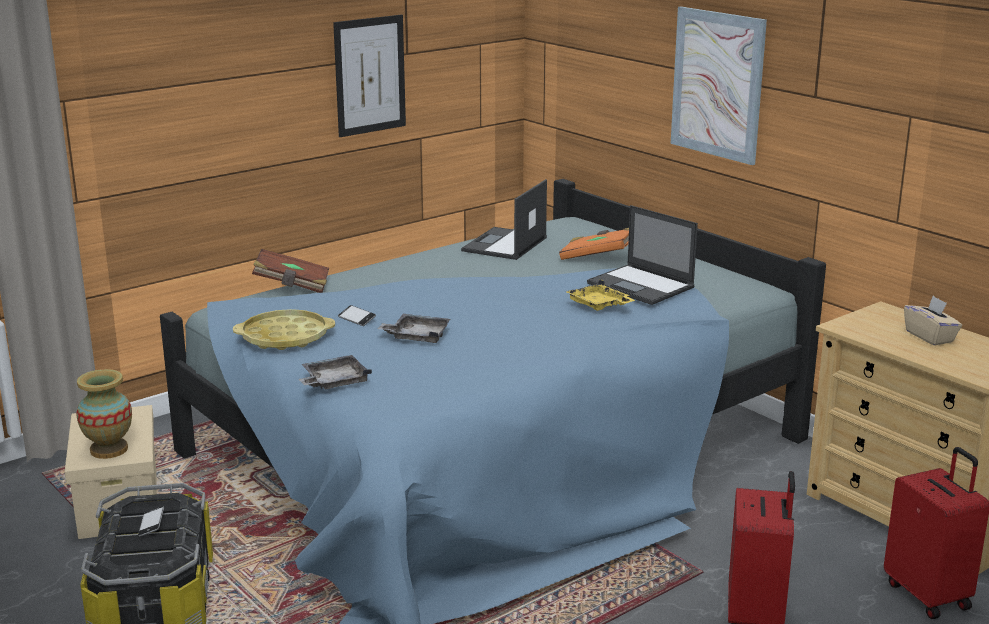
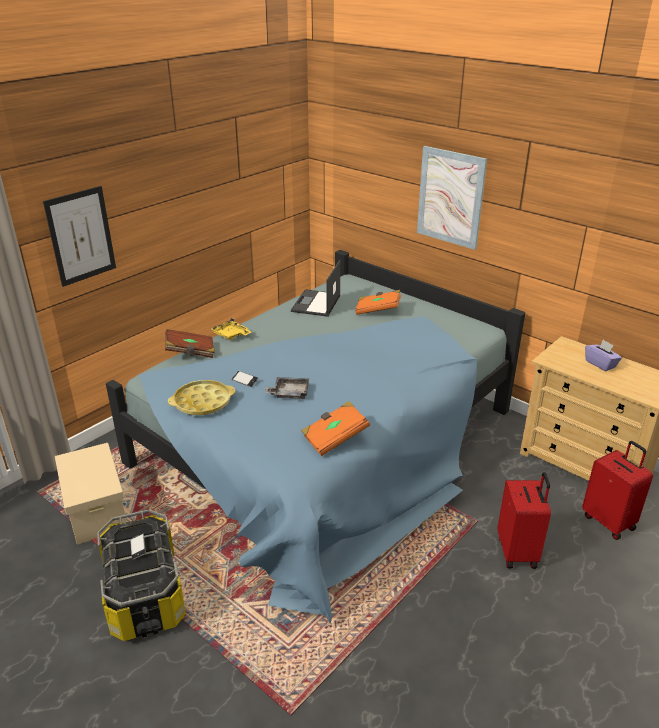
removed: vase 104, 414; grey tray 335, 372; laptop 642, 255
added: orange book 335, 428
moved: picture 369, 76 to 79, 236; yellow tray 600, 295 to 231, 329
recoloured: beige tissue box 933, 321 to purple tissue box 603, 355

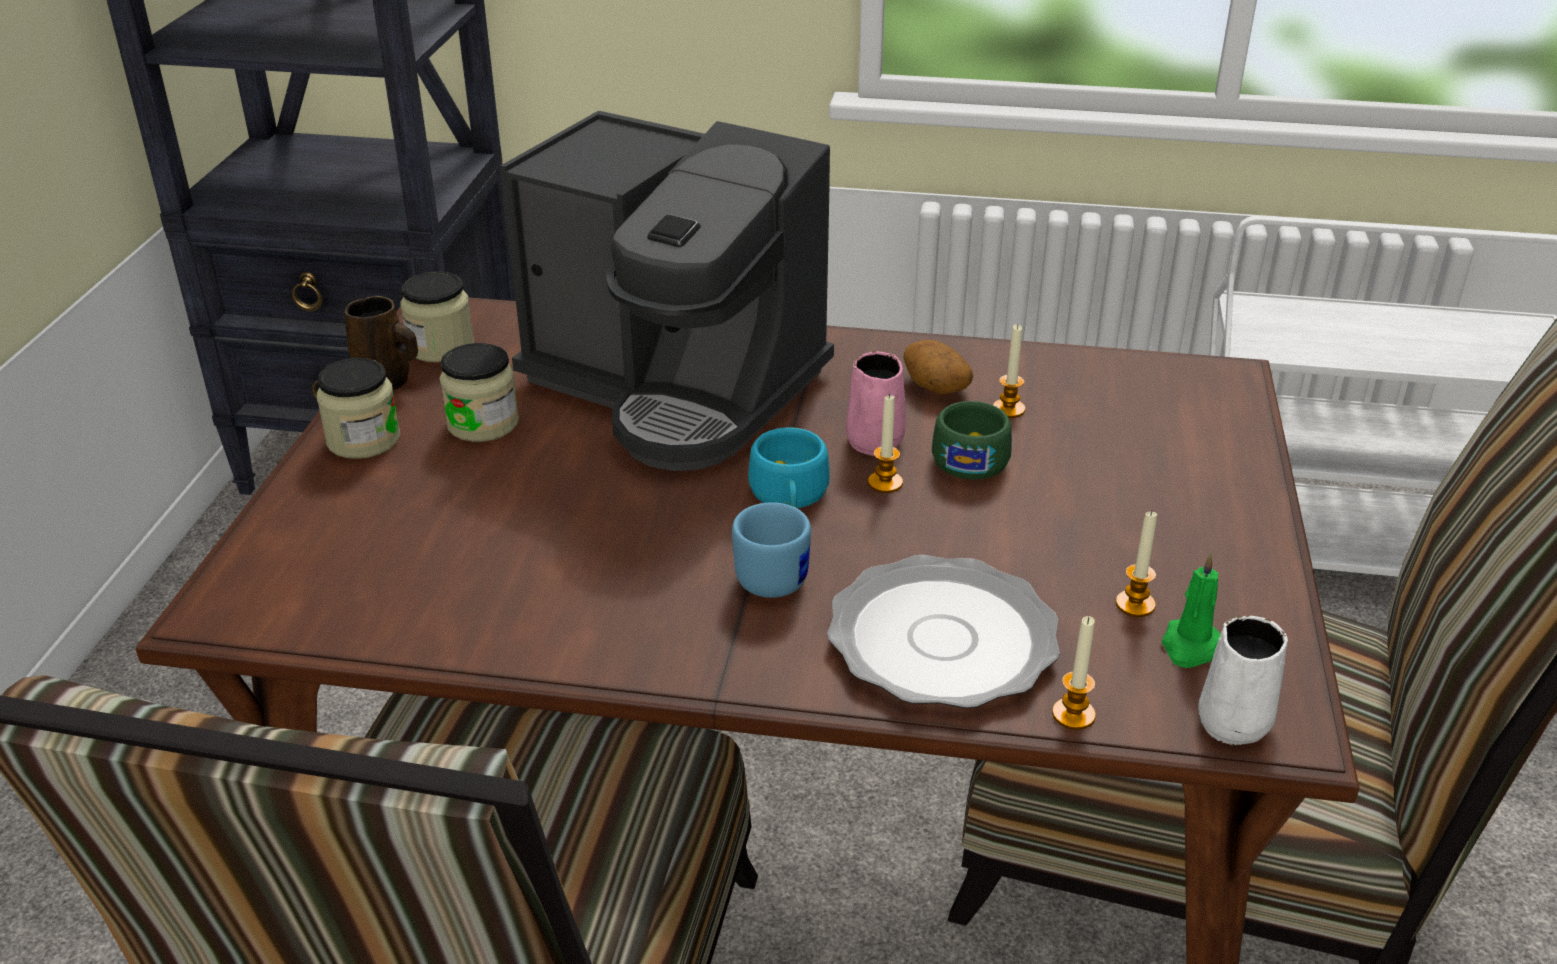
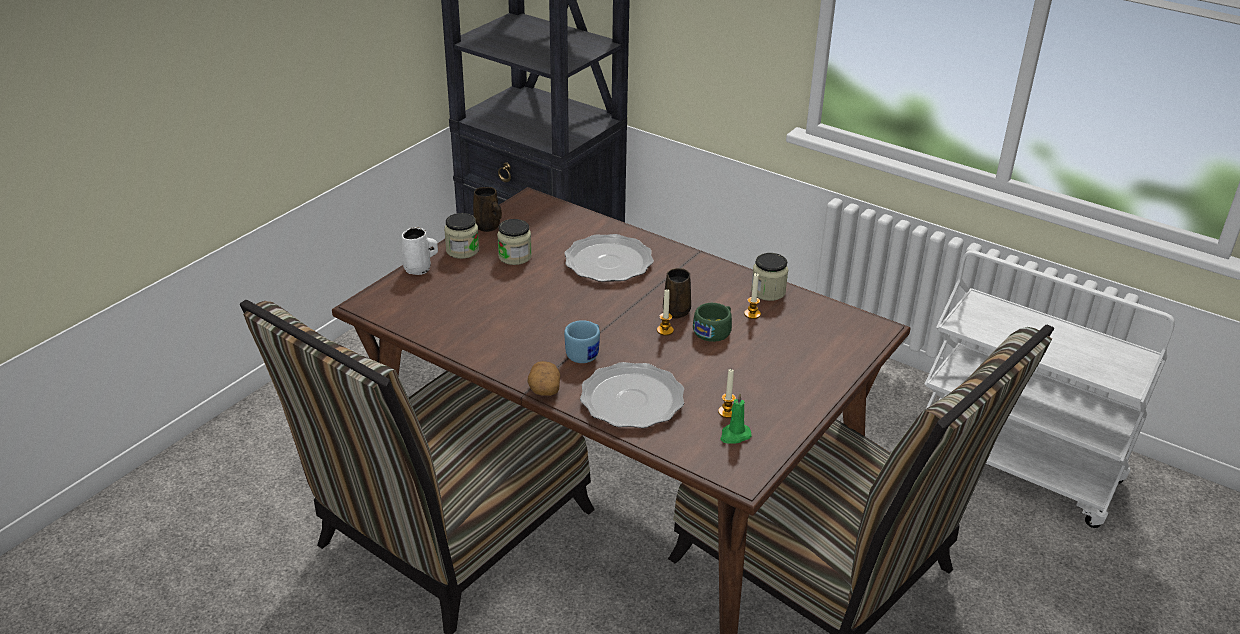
removed: turquoise cup 789, 467; candle 1074, 673
moved: jar 437, 317 to 769, 277; potato 938, 367 to 544, 378; white mug 1243, 680 to 420, 251
replaced: coffee machine 667, 291 to plate 609, 258
recoloured: pink mug 876, 403 to brown mug 677, 293

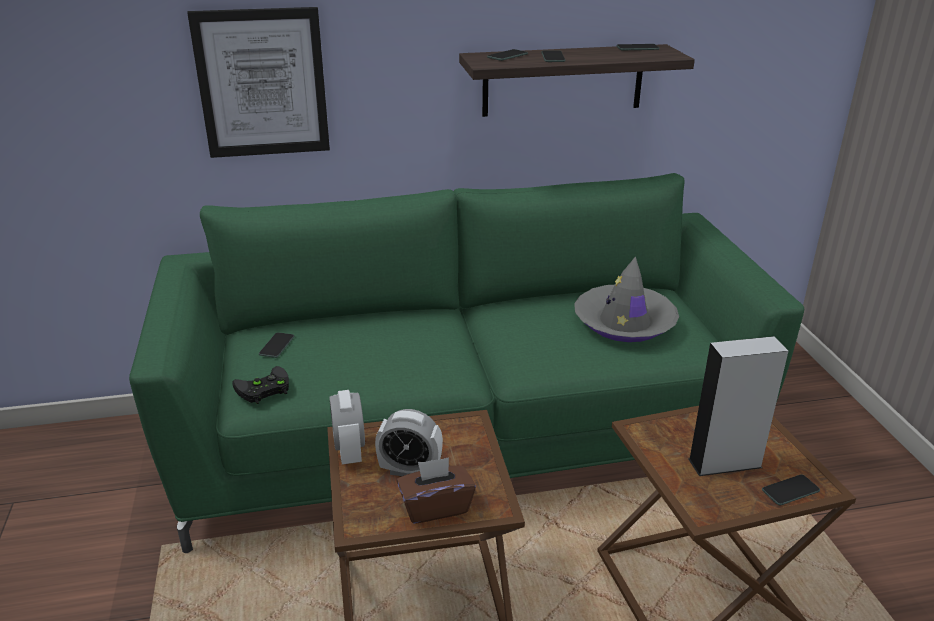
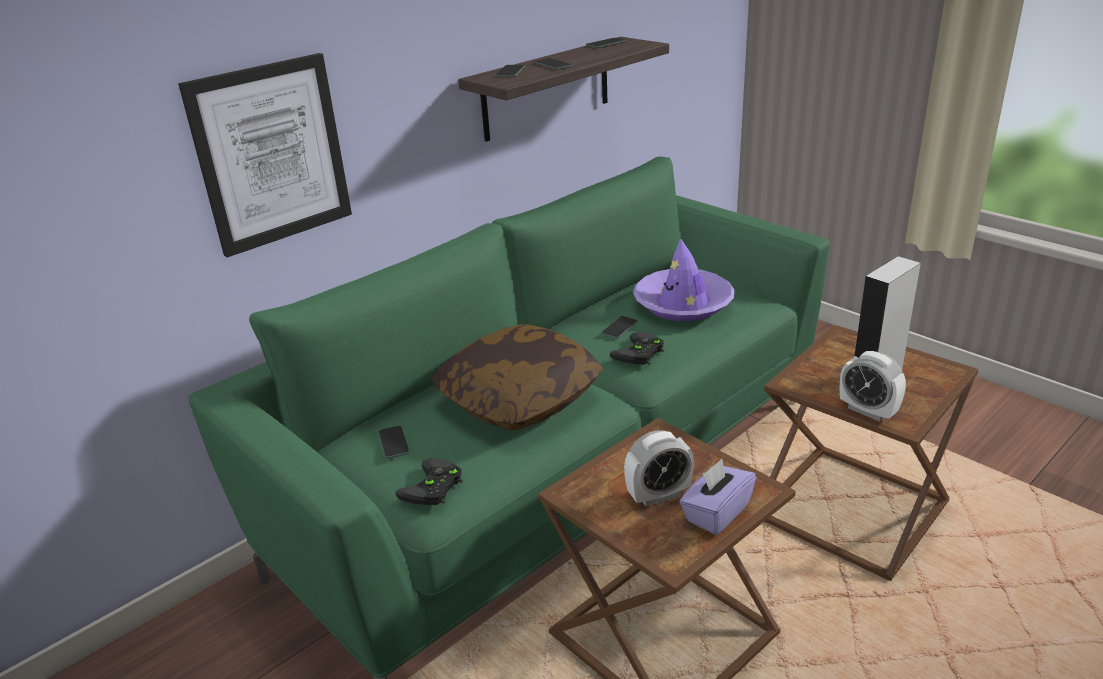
added: pillow 517, 377; black game controller 637, 348
moved: alarm clock 347, 427 to 873, 386; phone 791, 489 to 619, 327
recoloured: brown tissue box 436, 490 to purple tissue box 718, 497; grey hat 626, 299 to purple hat 684, 279

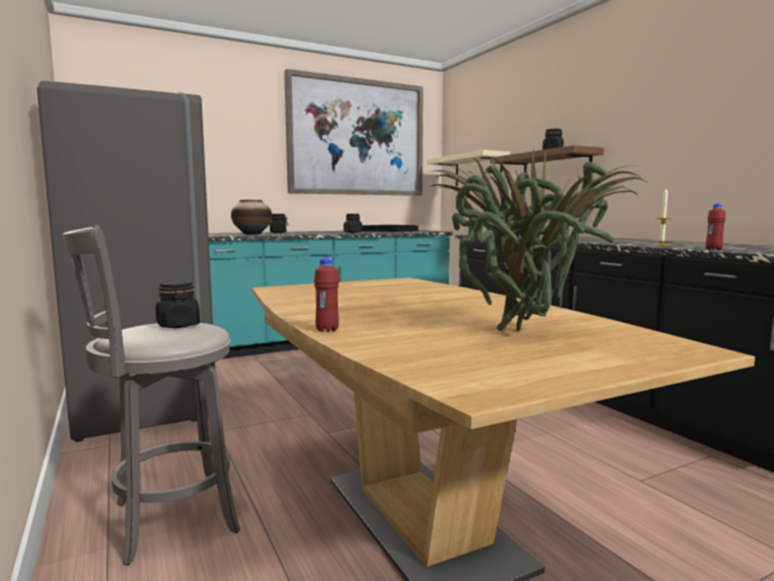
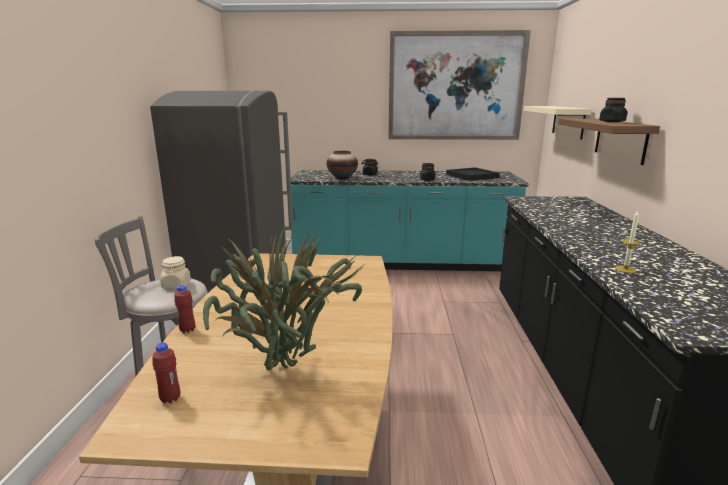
moved: red bottle 716, 226 to 166, 373
recoloured: black jar 178, 304 to beige jar 175, 272

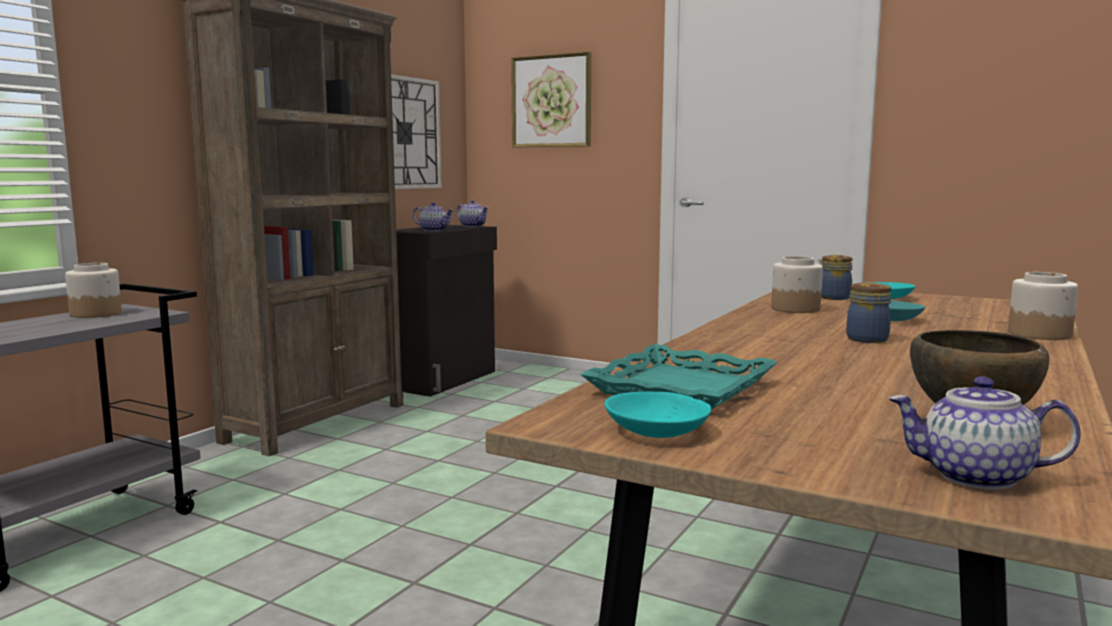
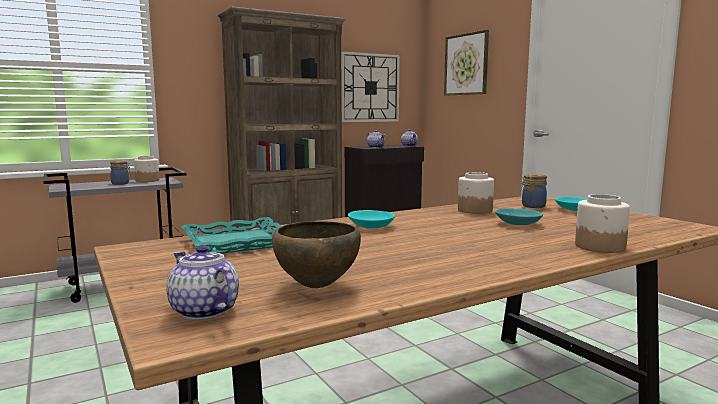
moved: turquoise bowl 657, 415 to 371, 219; jar 868, 312 to 120, 173

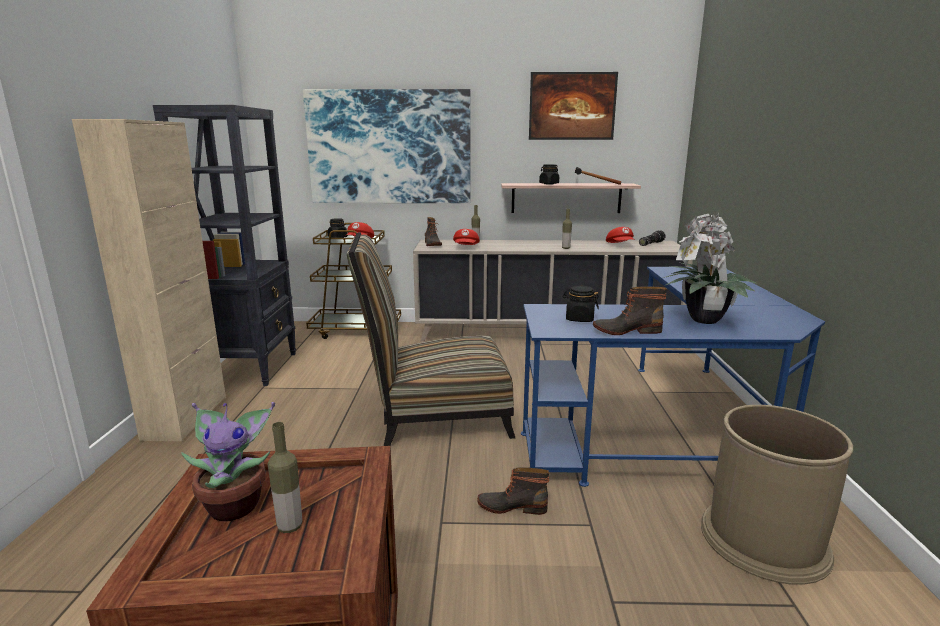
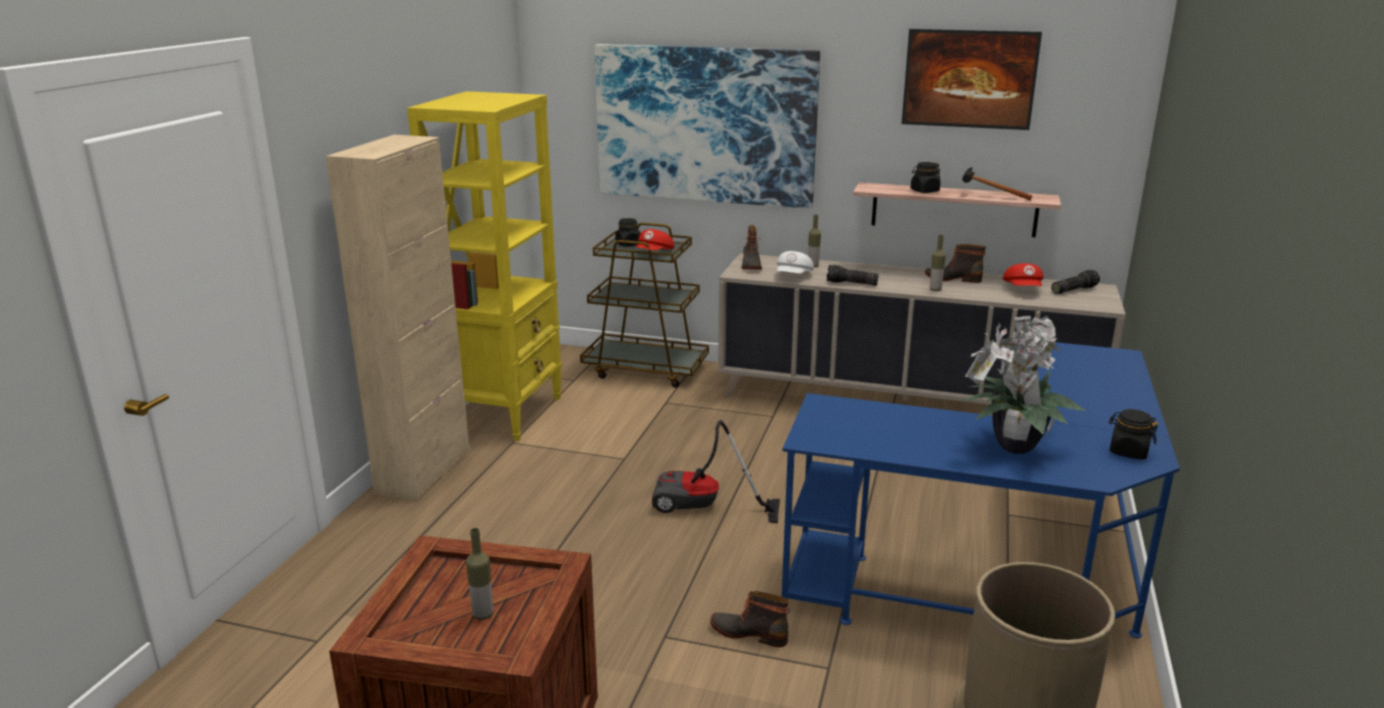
removed: potted plant 228, 461
added: flashlight 852, 275
moved: black jar 581, 304 to 1133, 434; boot 630, 310 to 955, 263
replaced: chair 431, 339 to vacuum cleaner 716, 472
recoloured: black bookcase 224, 245 to yellow bookcase 484, 266; red cap 466, 237 to white cap 795, 262

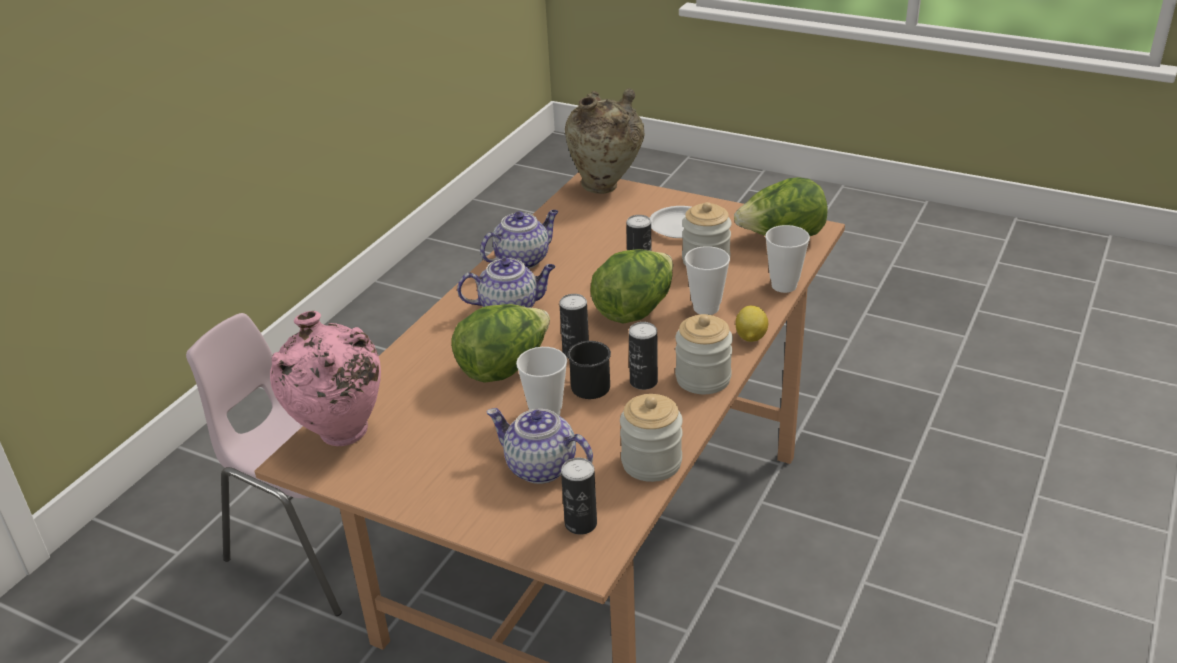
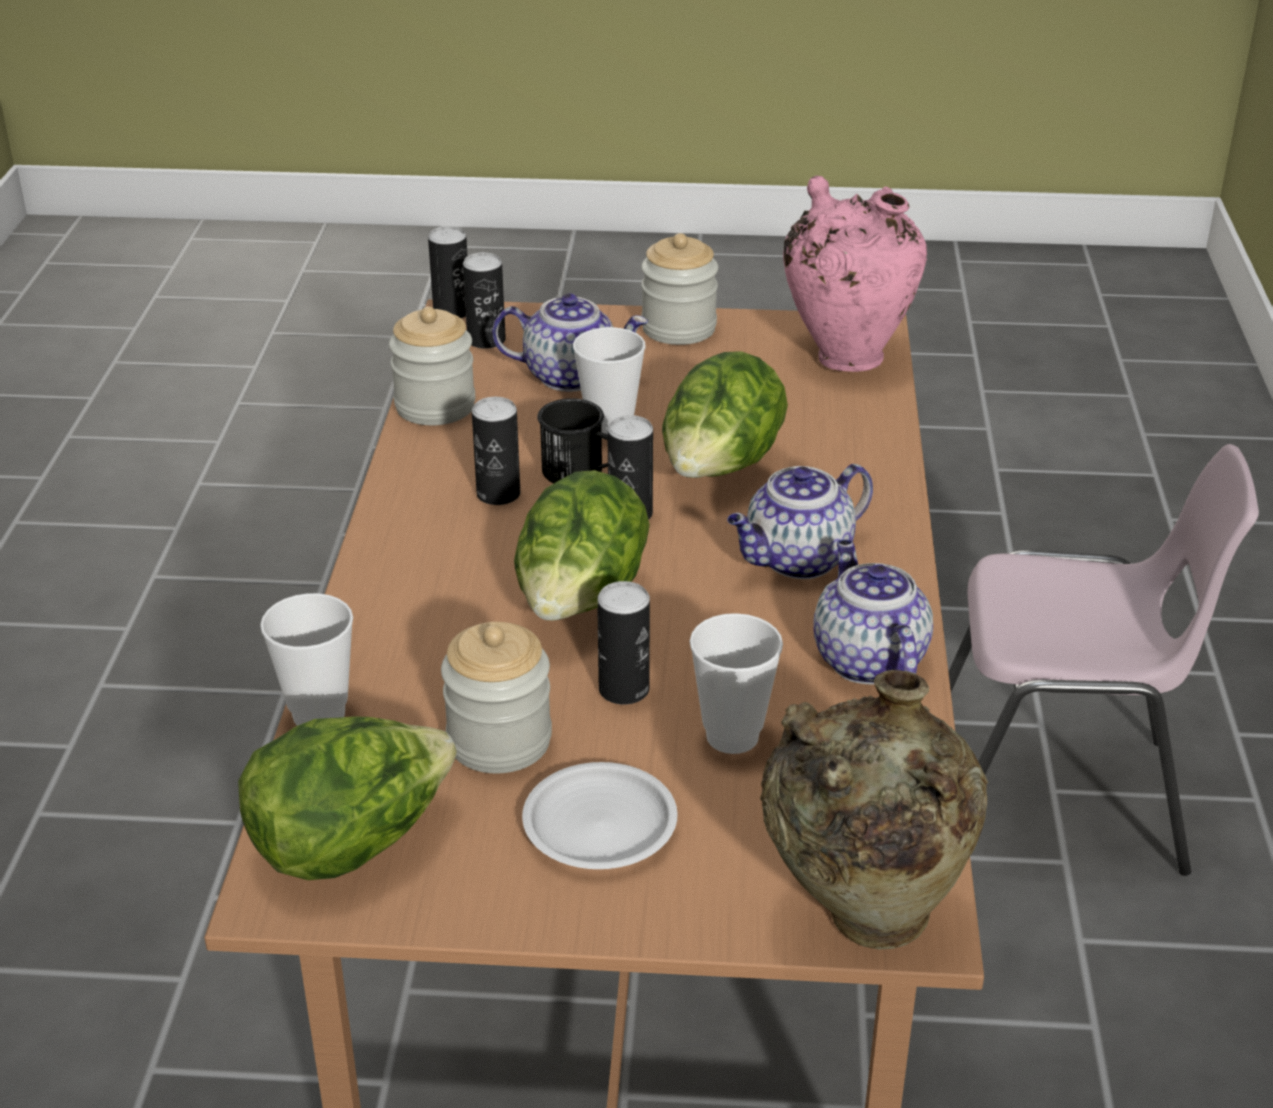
removed: lemon 751, 324
added: can 447, 272
moved: jar 704, 354 to 679, 289; cup 707, 280 to 736, 683
turned: teapot 519, 239 = 873, 612 135 degrees clockwise

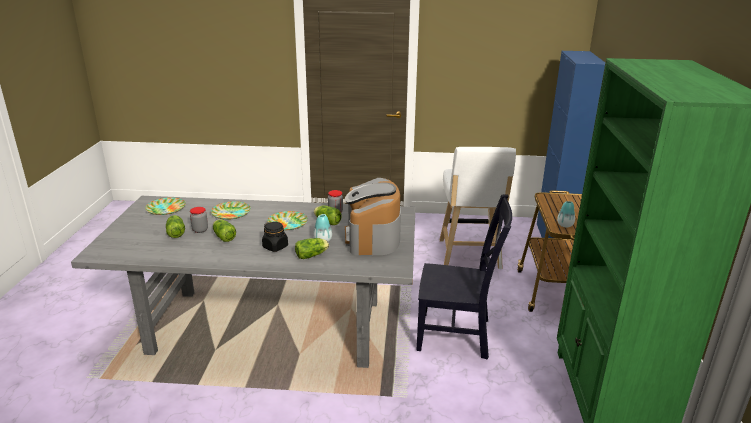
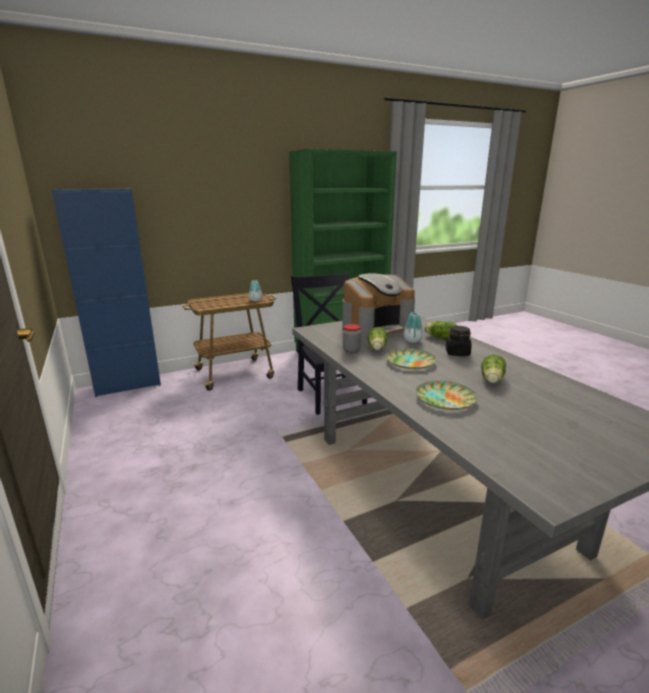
removed: plate 165, 206; lettuce 175, 226; jar 199, 220; white stool 478, 208

